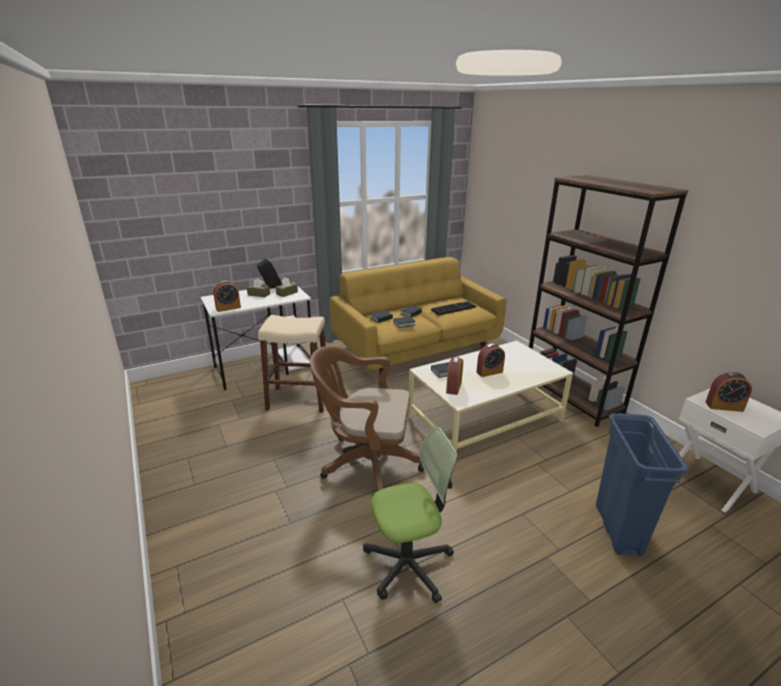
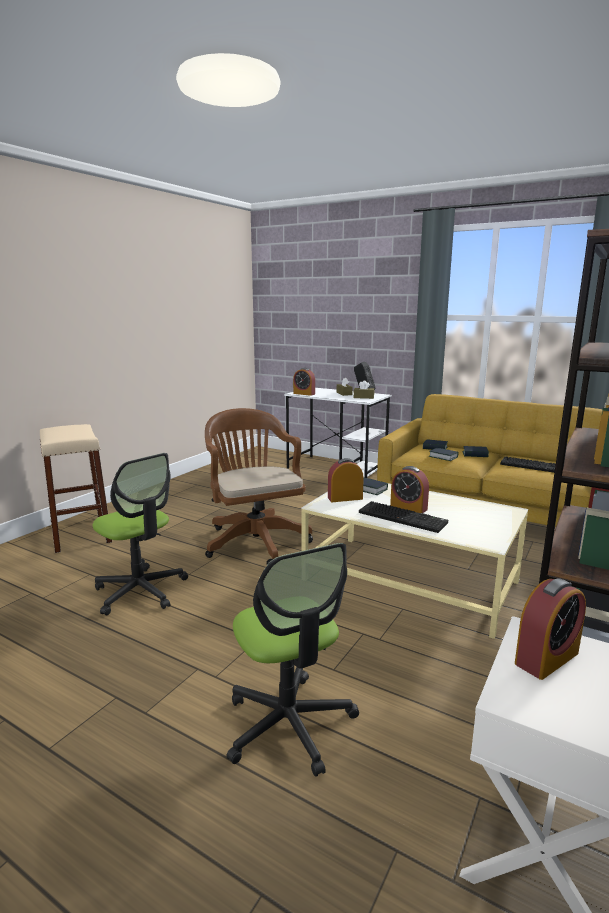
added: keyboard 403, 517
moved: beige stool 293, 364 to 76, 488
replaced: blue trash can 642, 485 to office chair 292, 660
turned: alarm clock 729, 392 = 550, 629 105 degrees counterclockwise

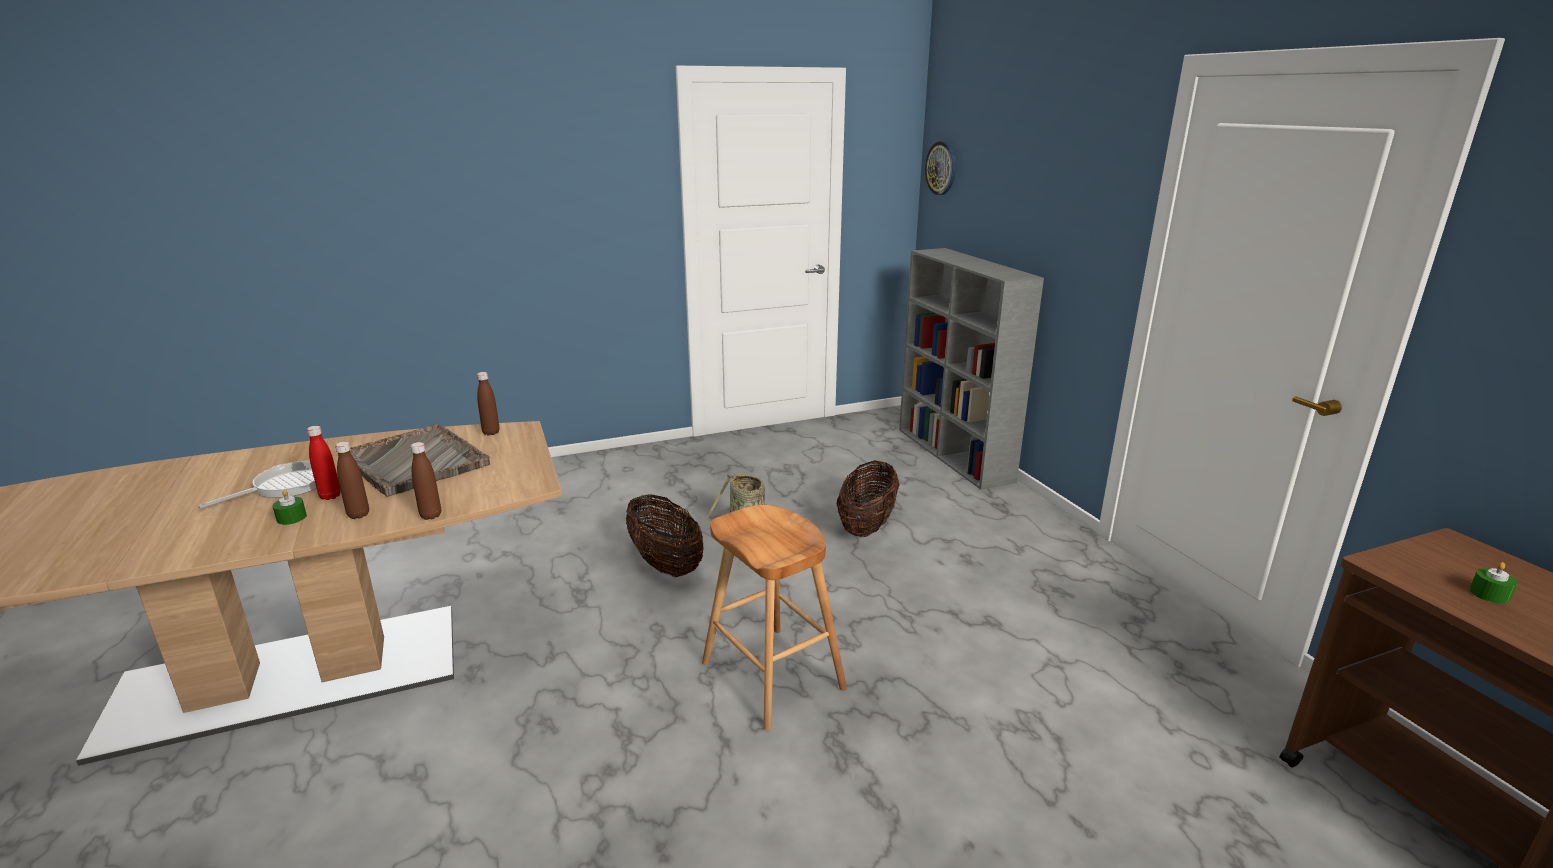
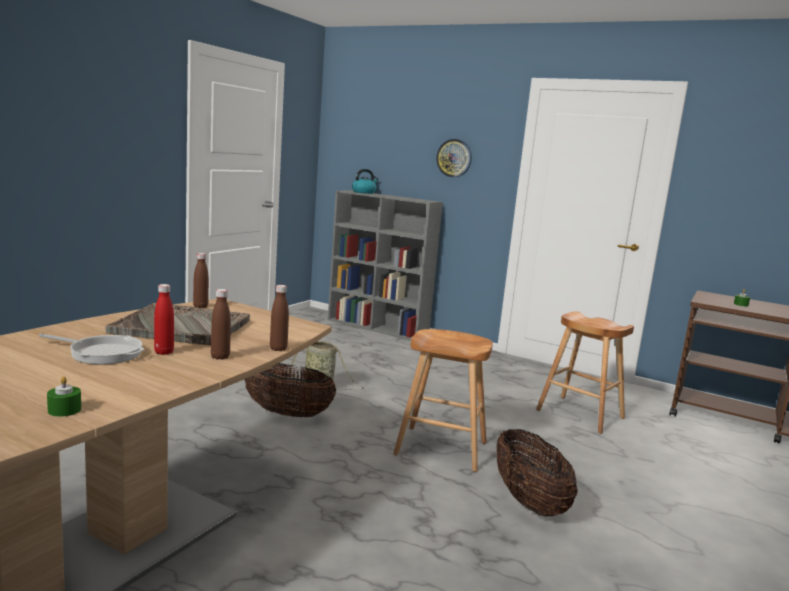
added: kettle 365, 181; brown stool 585, 372
moved: green candle 290, 507 to 64, 396; basket 868, 498 to 537, 473; wall clock 940, 168 to 454, 158
turned: frying pan 257, 485 = 91, 348 105 degrees clockwise

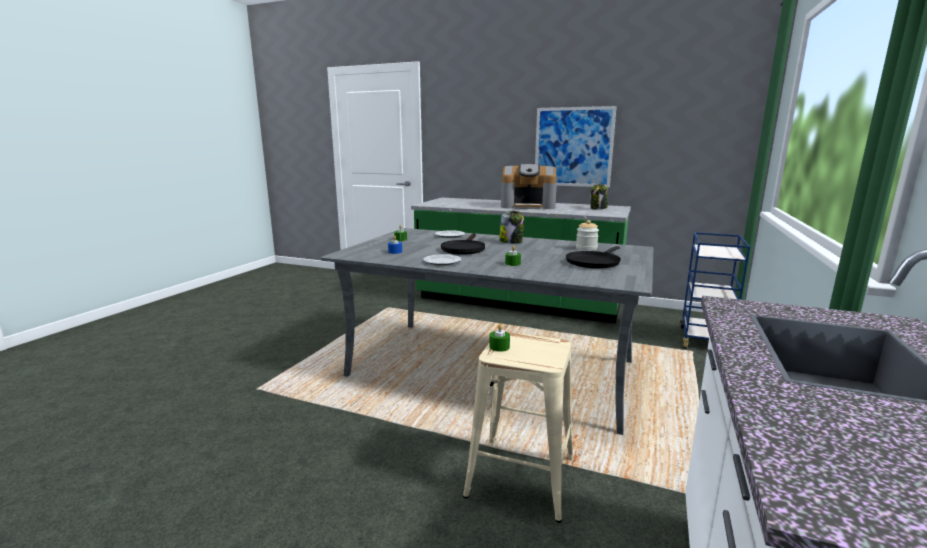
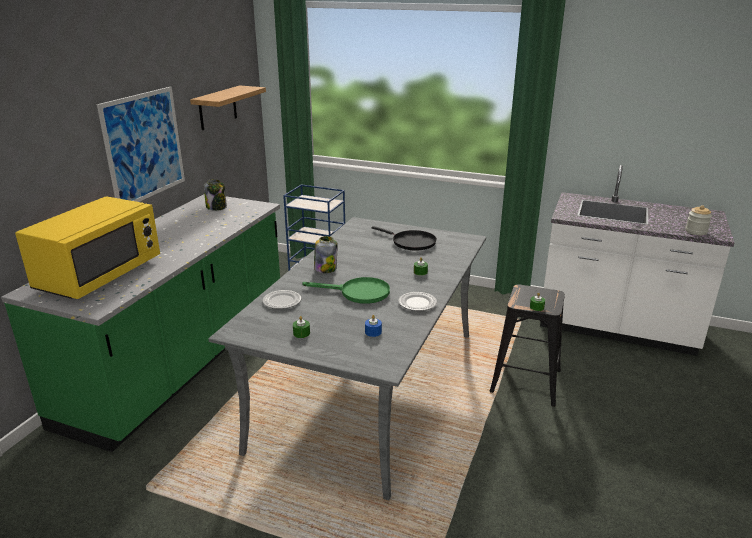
removed: coffee machine 529, 186
added: yellow microwave 87, 247; shelf 228, 107
moved: jar 587, 235 to 698, 220
recoloured: black frying pan 463, 244 to green frying pan 346, 290; beige stool 518, 427 to black stool 527, 345

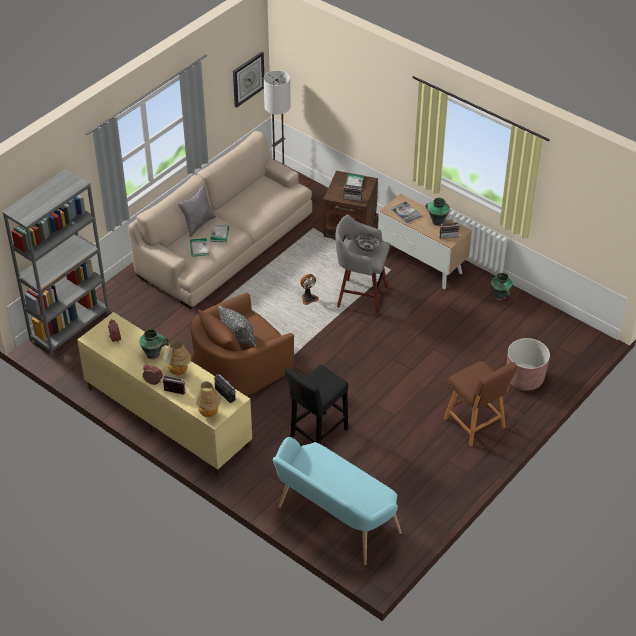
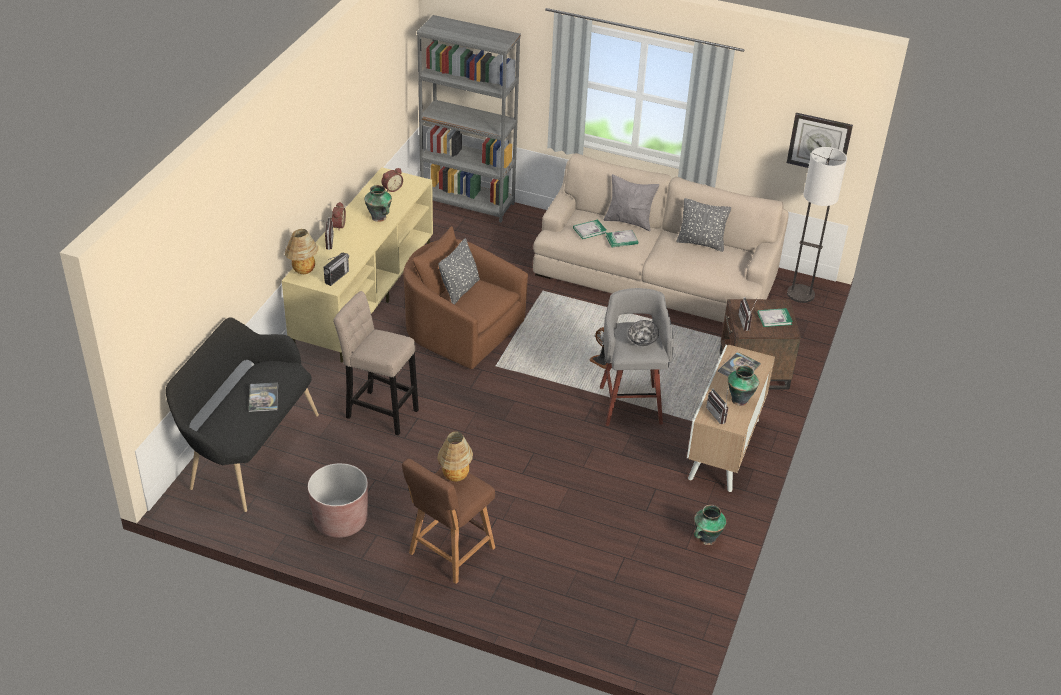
added: book 263, 397; grey pillow 703, 225
moved: table lamp 177, 358 to 455, 456; brown planter 528, 364 to 338, 500
recoloured: turquoise bench 337, 501 to black bench 242, 414; black stool 316, 404 to beige stool 376, 363

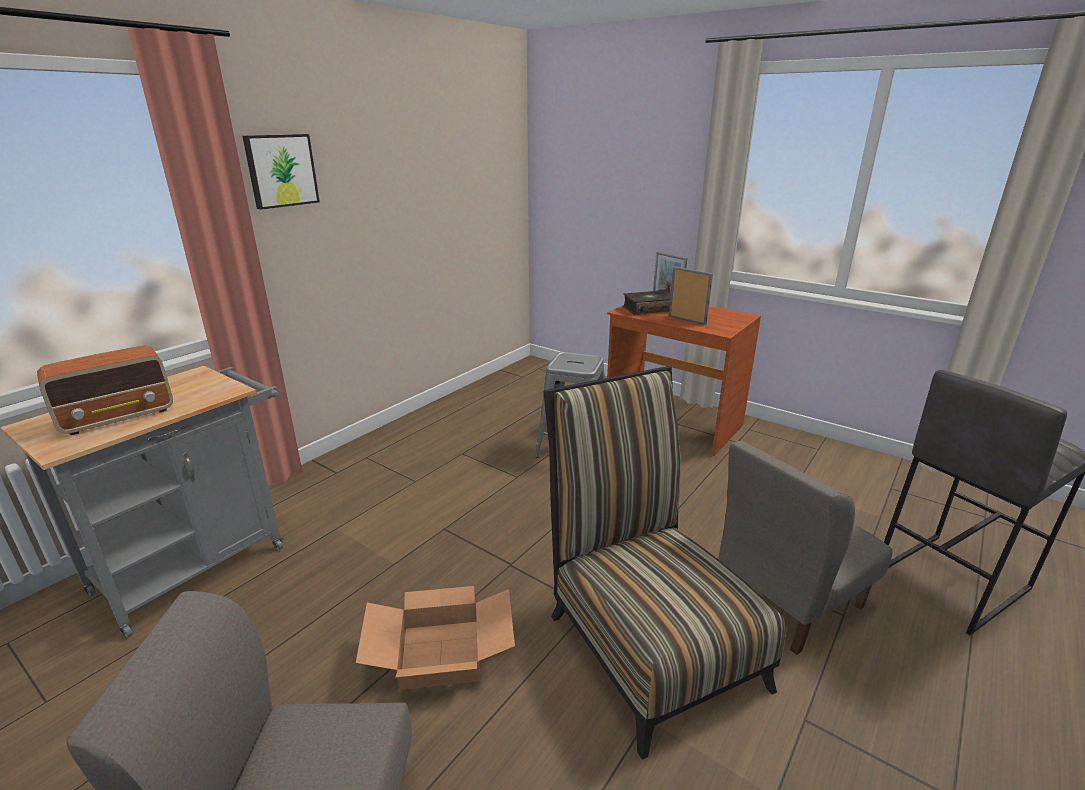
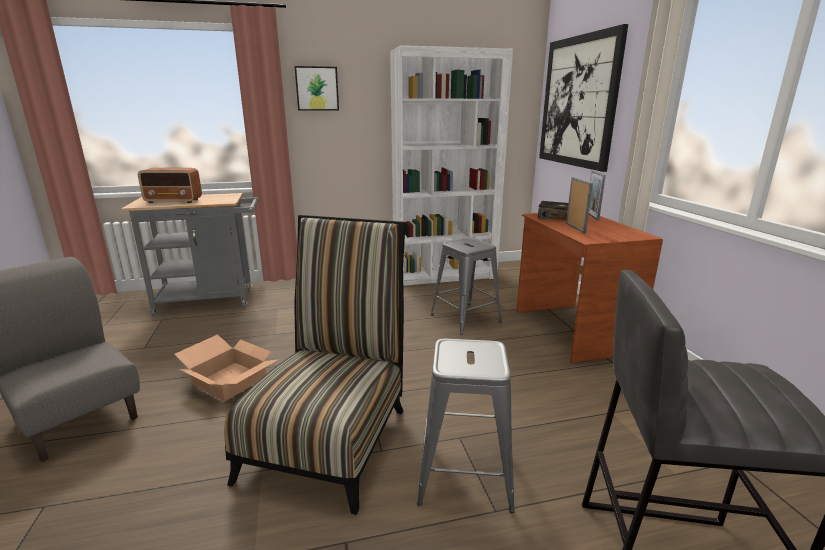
added: white bookcase 451, 165; picture 583, 98
replaced: grey chair 805, 548 to grey stool 466, 426

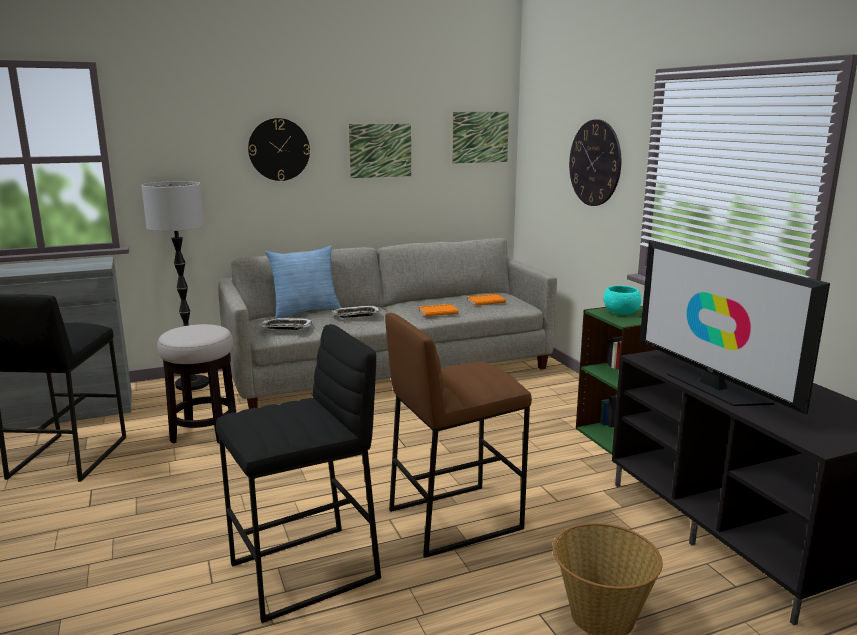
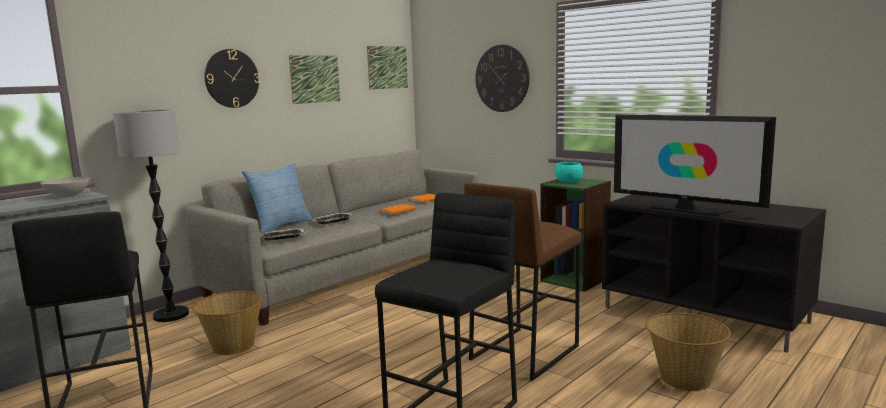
added: white bowl 66, 187
replaced: stool 196, 384 to basket 227, 323

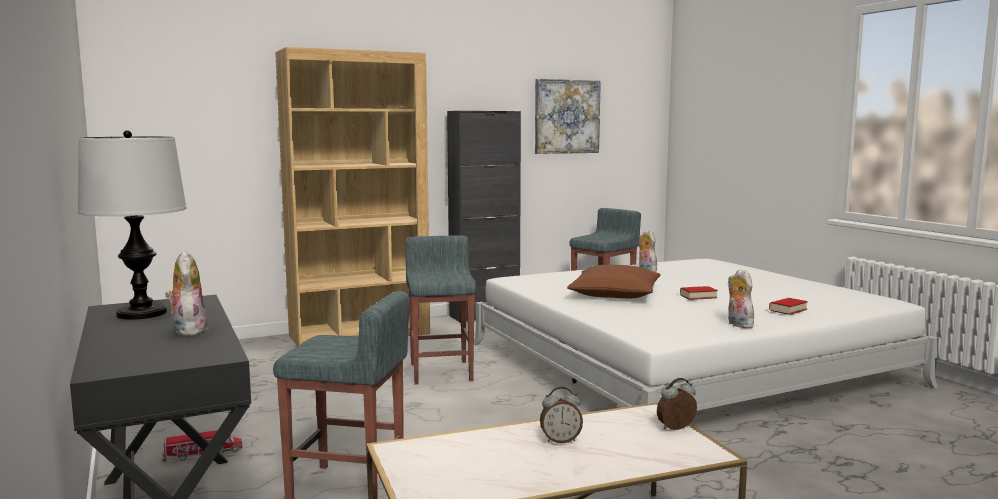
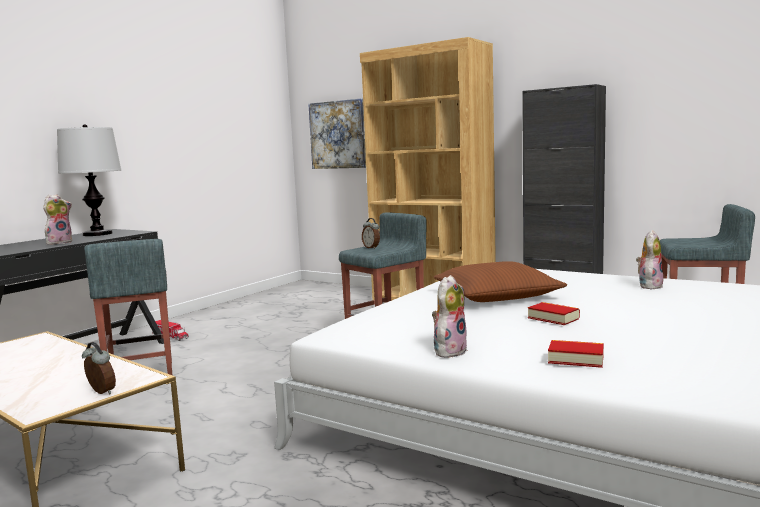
moved: picture 568, 116 to 337, 133; alarm clock 561, 415 to 371, 233

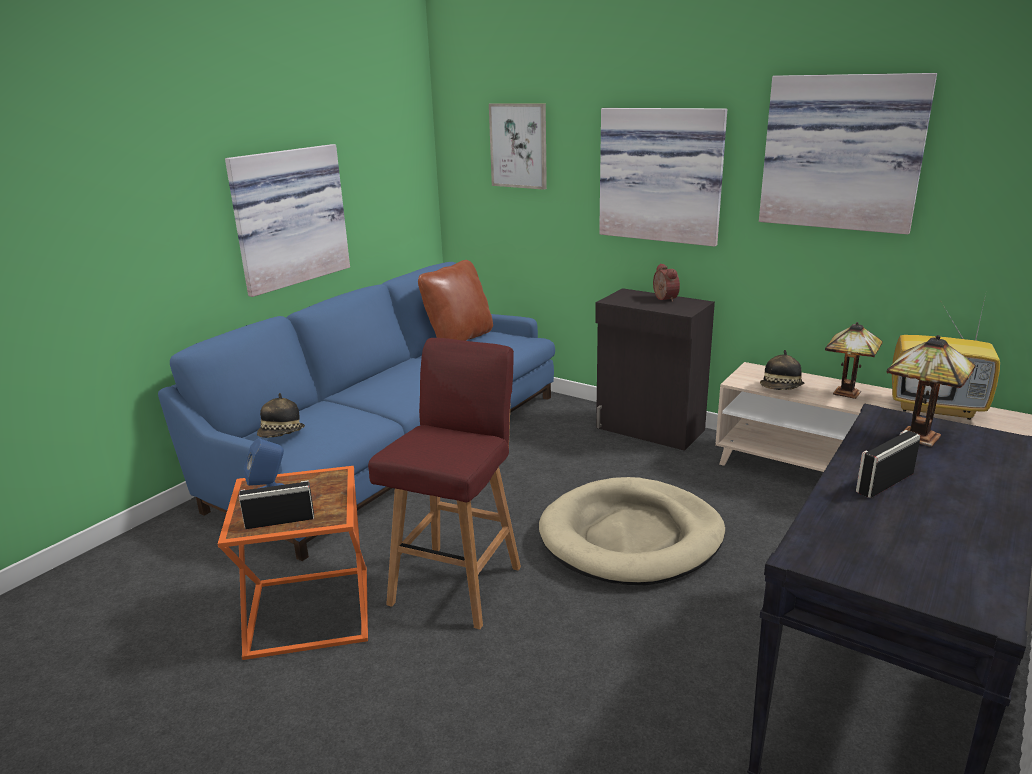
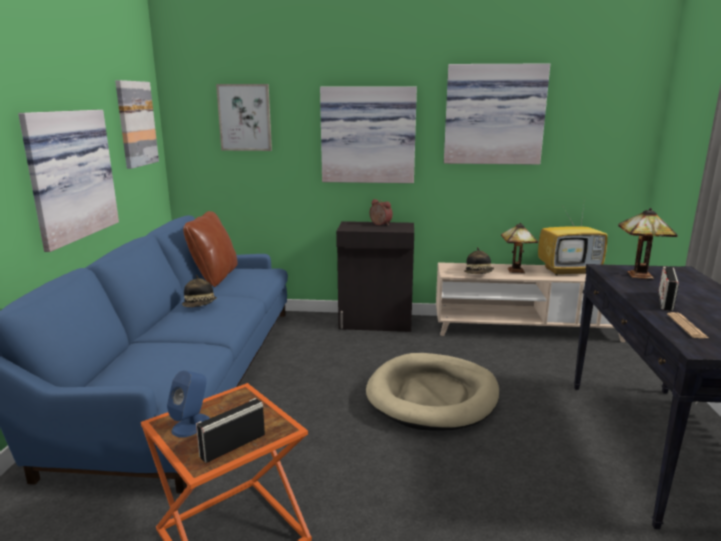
removed: red stool 444, 483
added: picture 137, 124; newspaper 687, 325
moved: hat 281, 415 to 199, 291

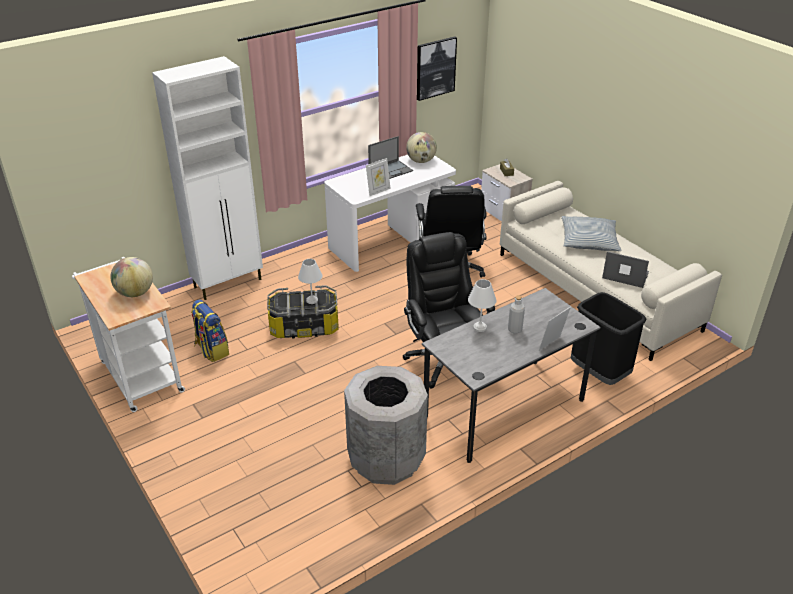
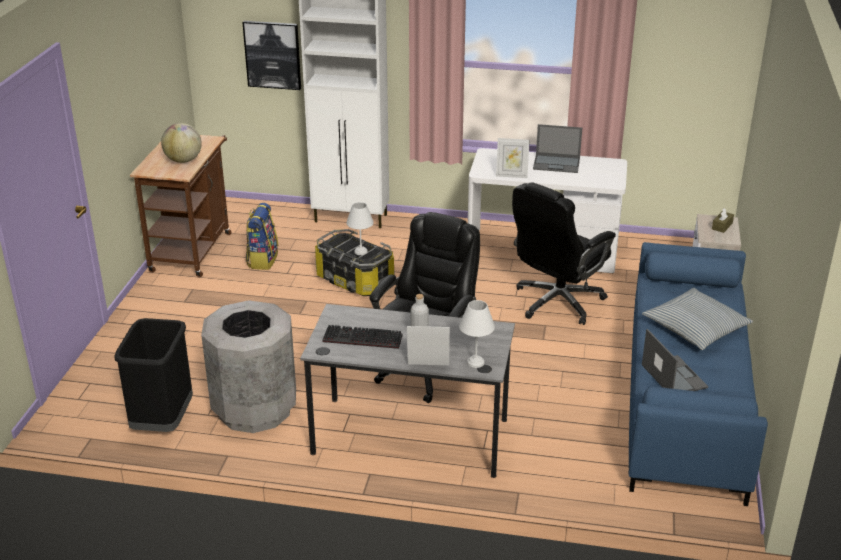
removed: globe 421, 147
added: keyboard 362, 337
moved: picture 437, 68 to 271, 55; white table lamp 482, 305 to 477, 334; black trash can 608, 338 to 153, 375
recoloured: white cart 128, 334 to brown cart 181, 206; beige sofa 611, 271 to blue sofa 698, 374

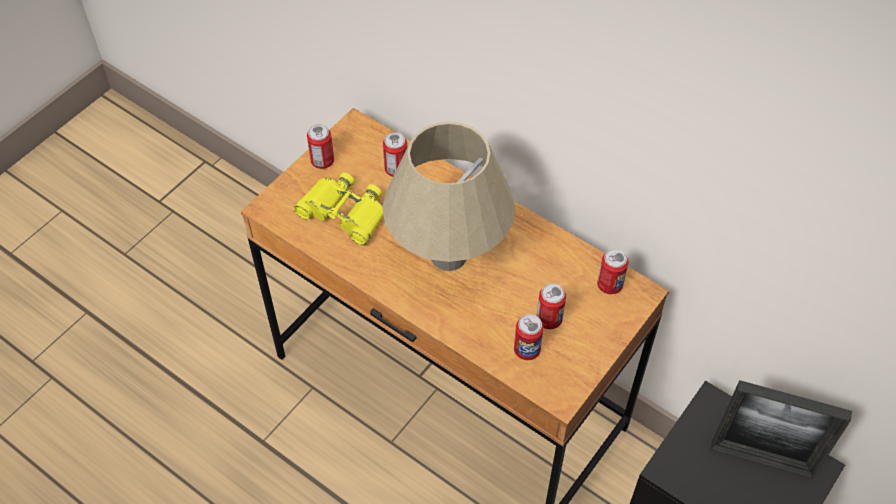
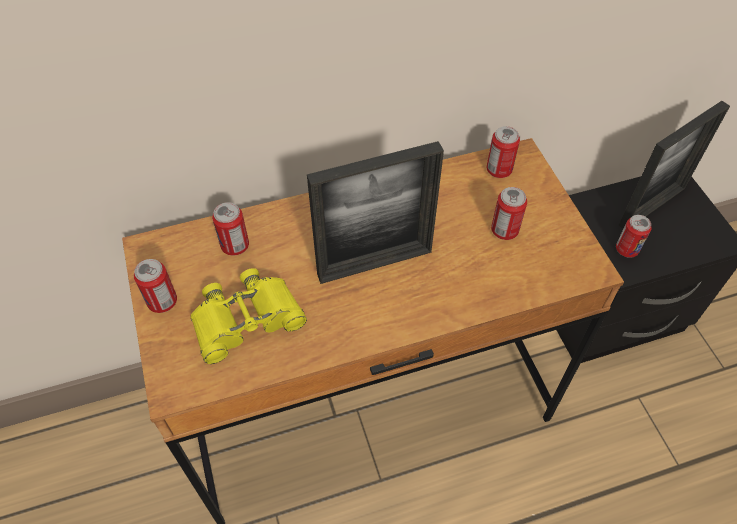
moved: can 529, 337 to 634, 236
replaced: beige table lamp 448, 196 to picture frame 375, 212

